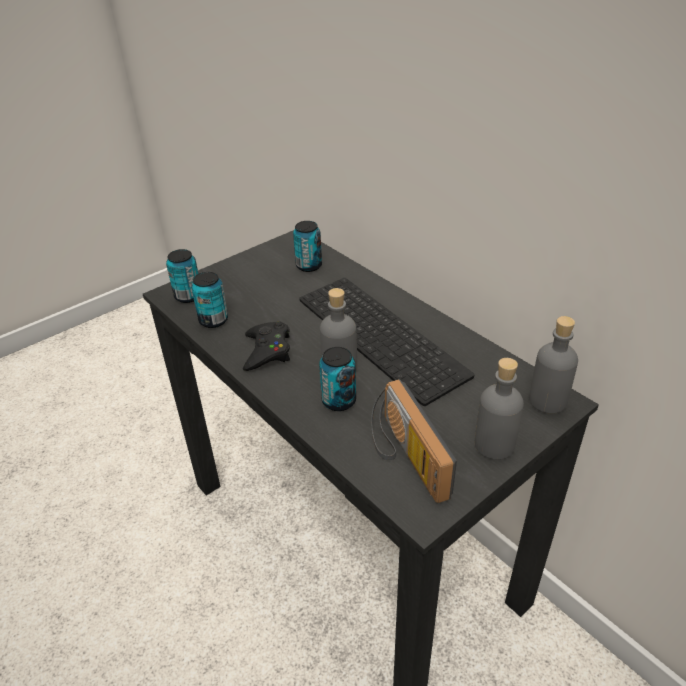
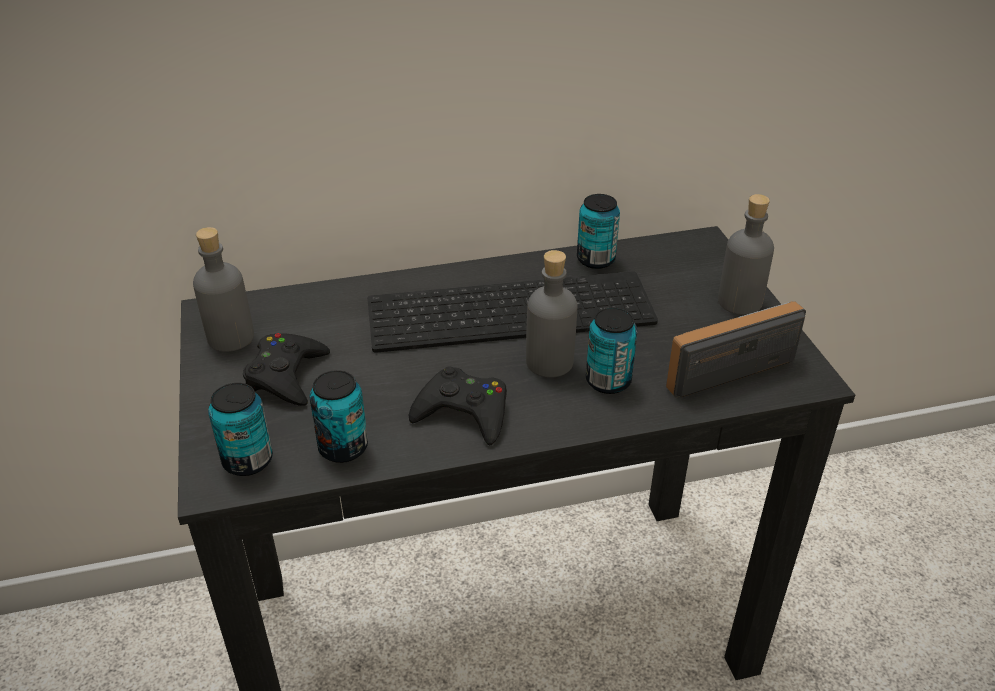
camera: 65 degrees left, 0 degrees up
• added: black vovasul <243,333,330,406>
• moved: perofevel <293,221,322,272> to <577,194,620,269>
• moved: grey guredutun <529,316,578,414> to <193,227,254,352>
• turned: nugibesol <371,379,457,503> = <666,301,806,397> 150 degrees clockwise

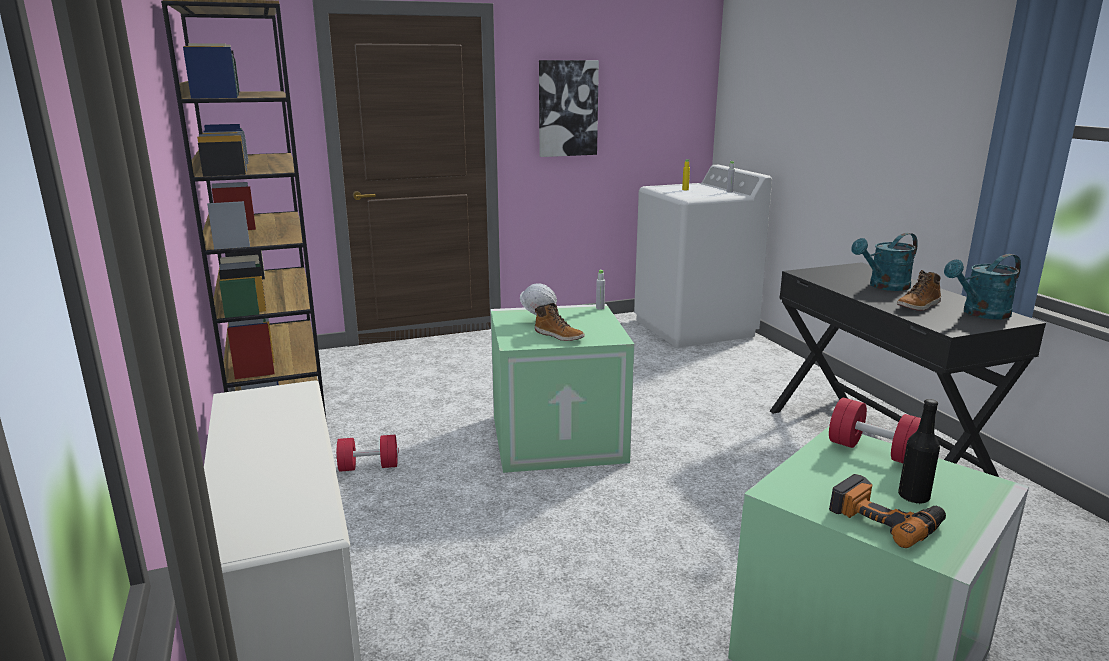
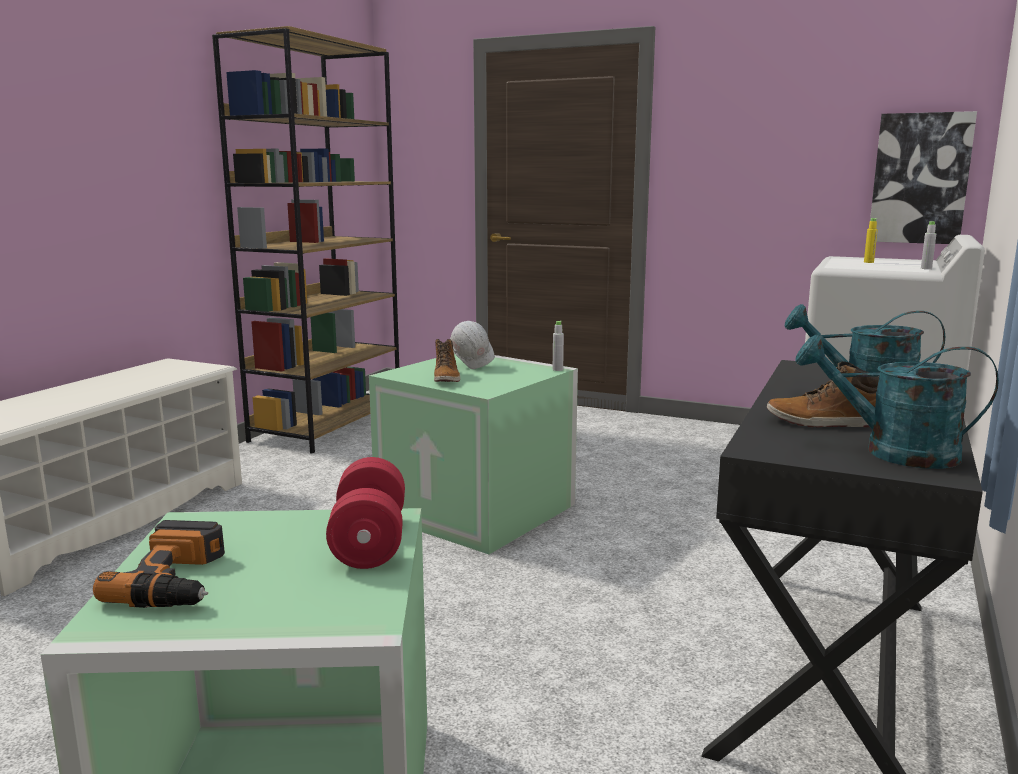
camera: 45 degrees right, 5 degrees down
• removed: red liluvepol <336,435,399,472>
• removed: black guredutun <898,399,940,504>
• moved: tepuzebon <539,60,599,157> to <870,111,977,244>

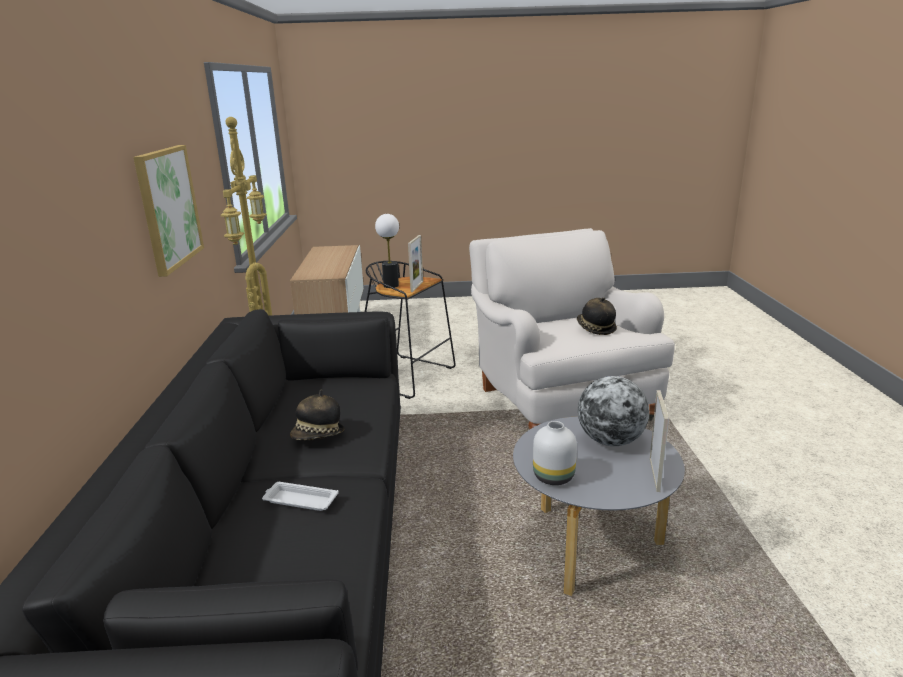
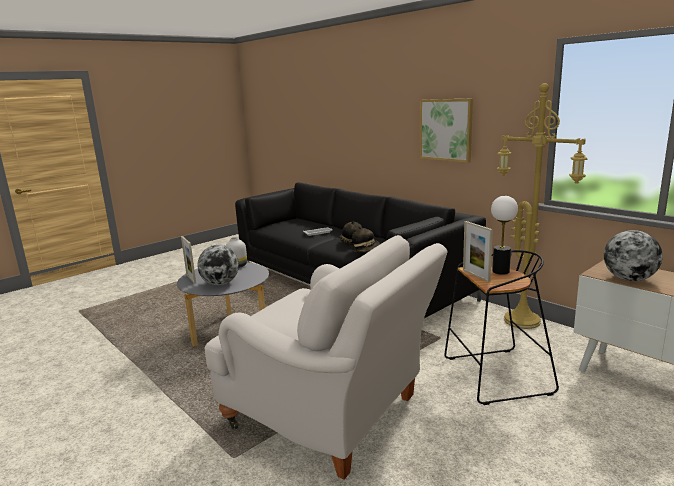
camera: 140 degrees right, 5 degrees down
• added: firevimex <604,230,663,281>
• moved: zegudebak <577,297,617,335> to <352,226,380,252>

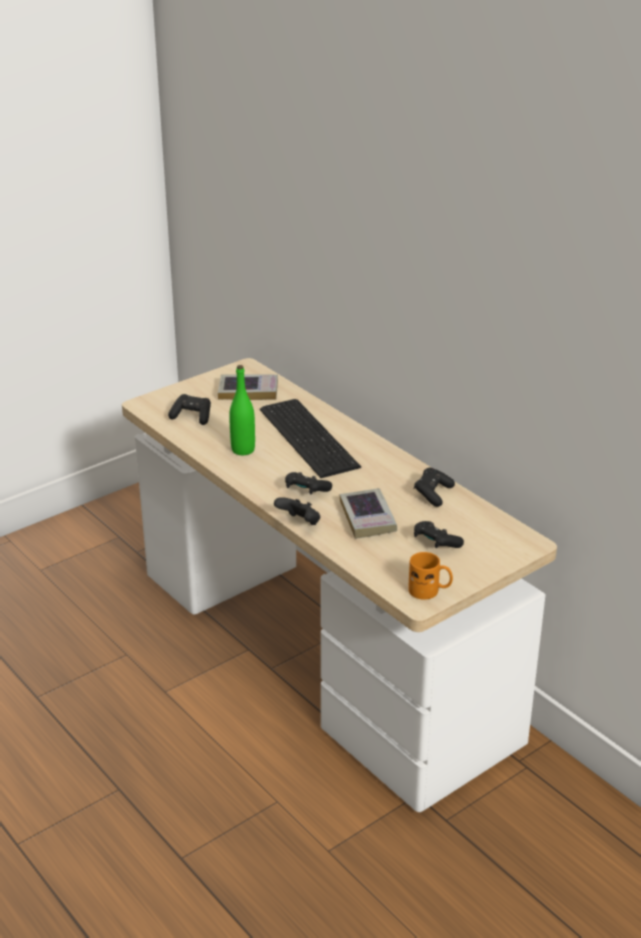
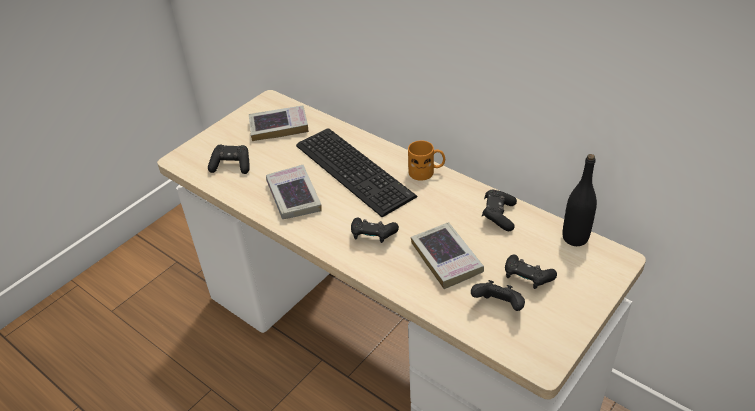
camera: 10 degrees left, 10 degrees up
• added: black guredutun <563,154,597,246>
• moved: black vovasul <274,497,320,525> to <471,280,525,311>
• moved: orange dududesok <408,552,453,600> to <408,140,445,181>
• replaced: green guredutun <229,365,255,455> to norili <266,165,322,219>

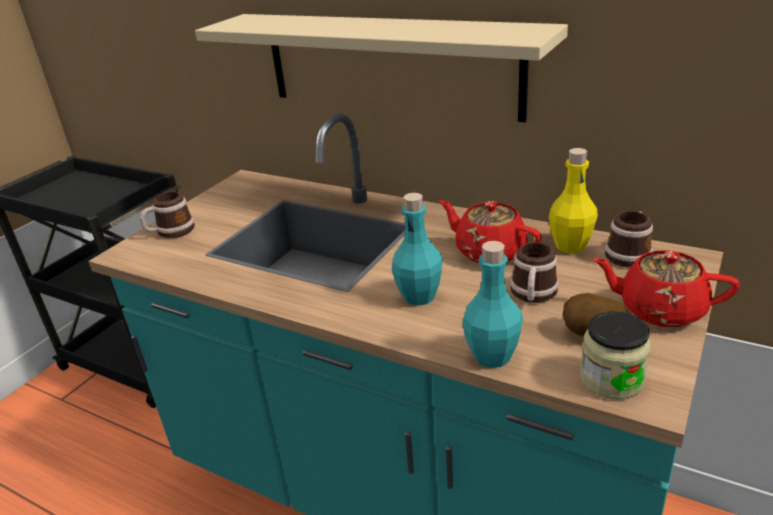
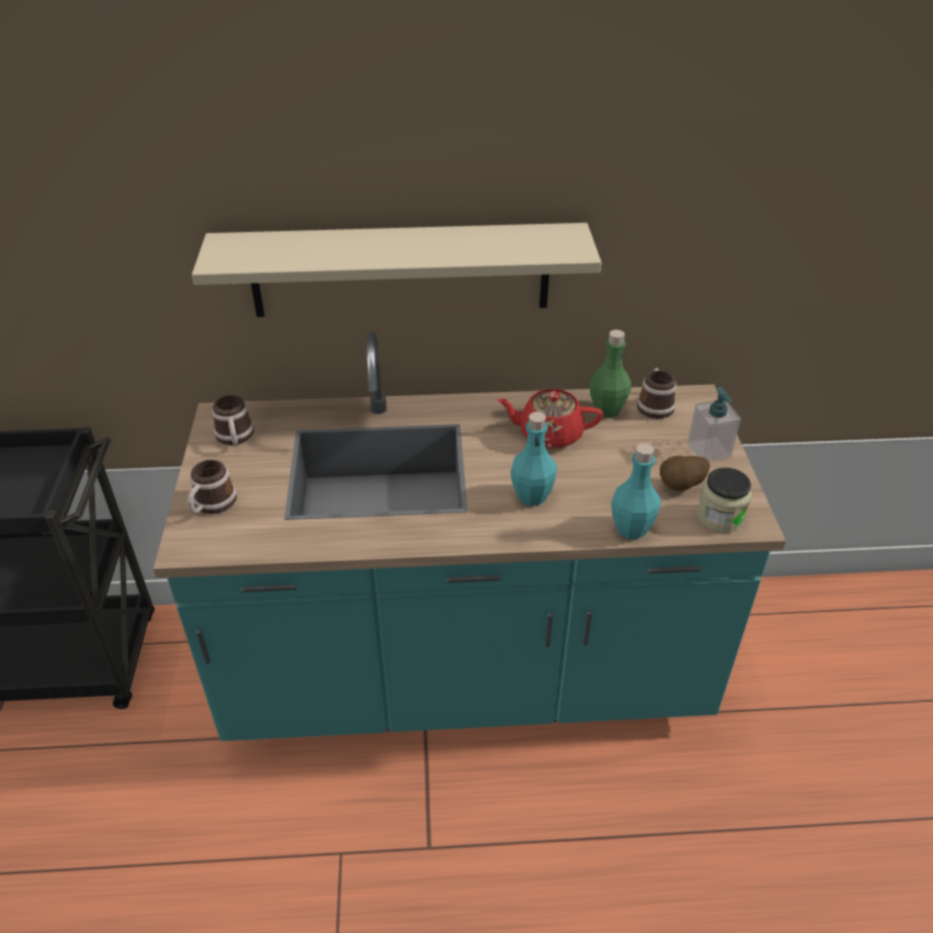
camera: 35 degrees left, 10 degrees up
• moved: dududesok <510,242,559,303> to <212,395,254,445>
• replaced: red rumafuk <592,251,740,327> to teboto <688,387,741,461>
• recoloured: yellow guredutun <549,148,598,253> to green guredutun <589,330,632,418>

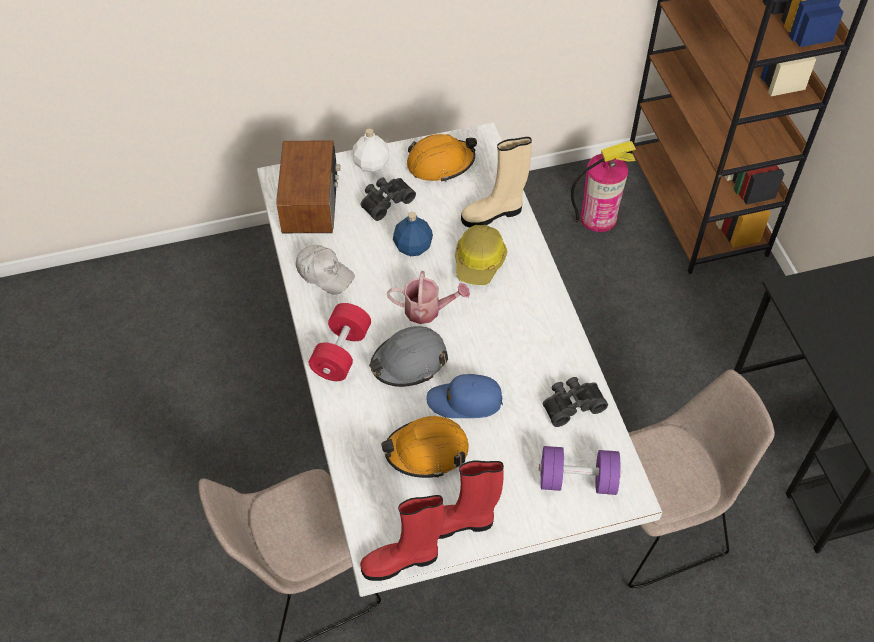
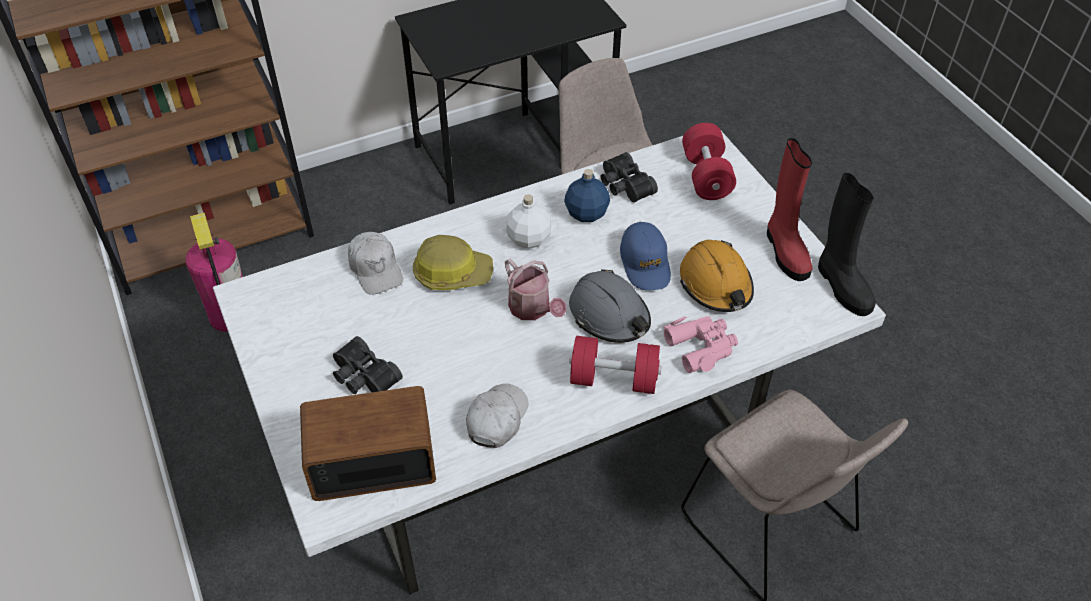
camera: 100 degrees left, 5 degrees down
• removed: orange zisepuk <407,134,477,182>
• added: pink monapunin <663,316,738,373>
• moved: white guredutun <353,129,390,173> to <506,194,551,249>
• moved: blue guredutun <393,212,433,256> to <564,169,610,222>
• replaced: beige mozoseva <461,137,532,227> to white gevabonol <348,232,403,295>
• recoloured: red mozoseva <360,495,444,581> to black mozoseva <818,173,876,316>
• recoloured: purple liluvepol <539,446,621,495> to red liluvepol <682,123,736,200>
• turned: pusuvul <387,271,470,324> = <505,259,566,320> 150 degrees clockwise

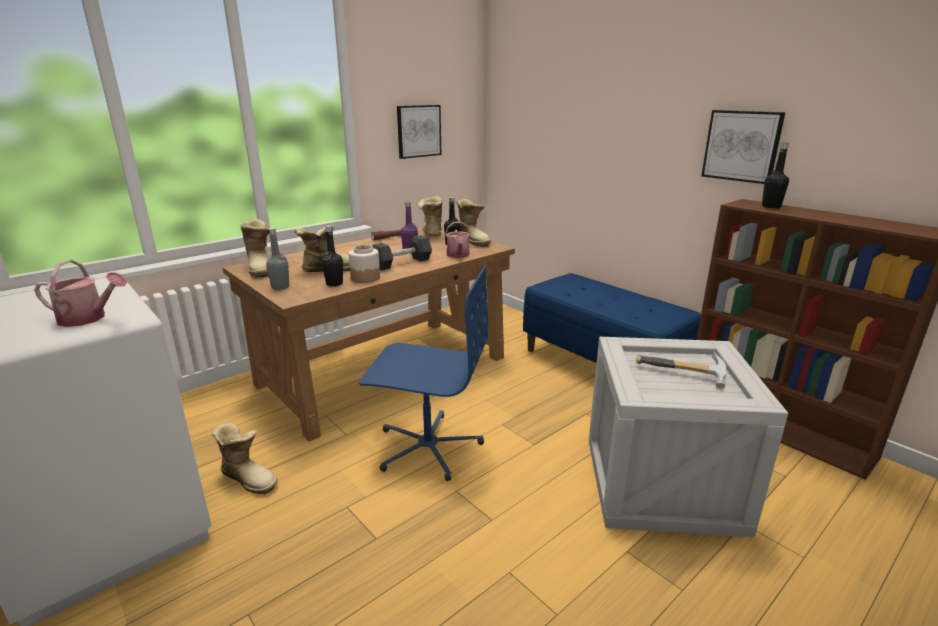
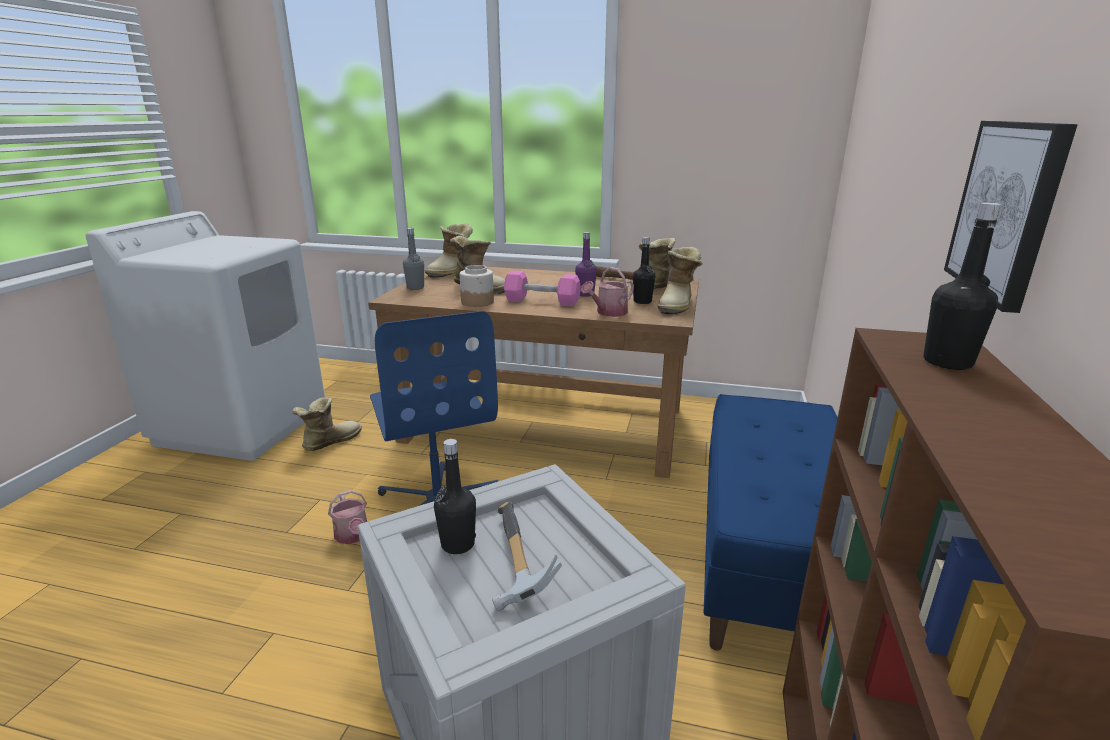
camera: 55 degrees right, 0 degrees up
• removed: tepuzebon <397,105,441,159>
• moved: pusuvul <34,259,127,327> to <328,490,367,544>
• moved: black guredutun <322,225,343,286> to <434,439,476,554>
• recoloured: black liluvepol <372,235,432,270> to pink liluvepol <504,270,581,306>
• turned: mozoseva <212,423,278,494> = <292,397,362,451> 135 degrees counterclockwise

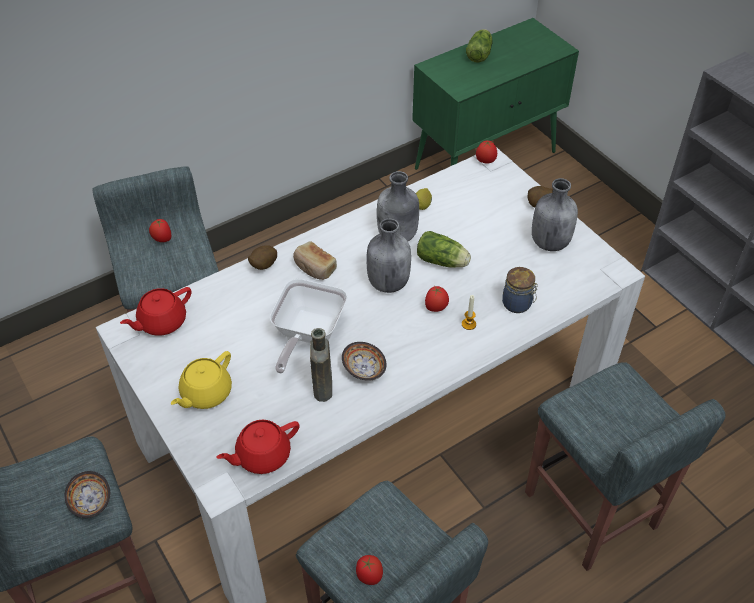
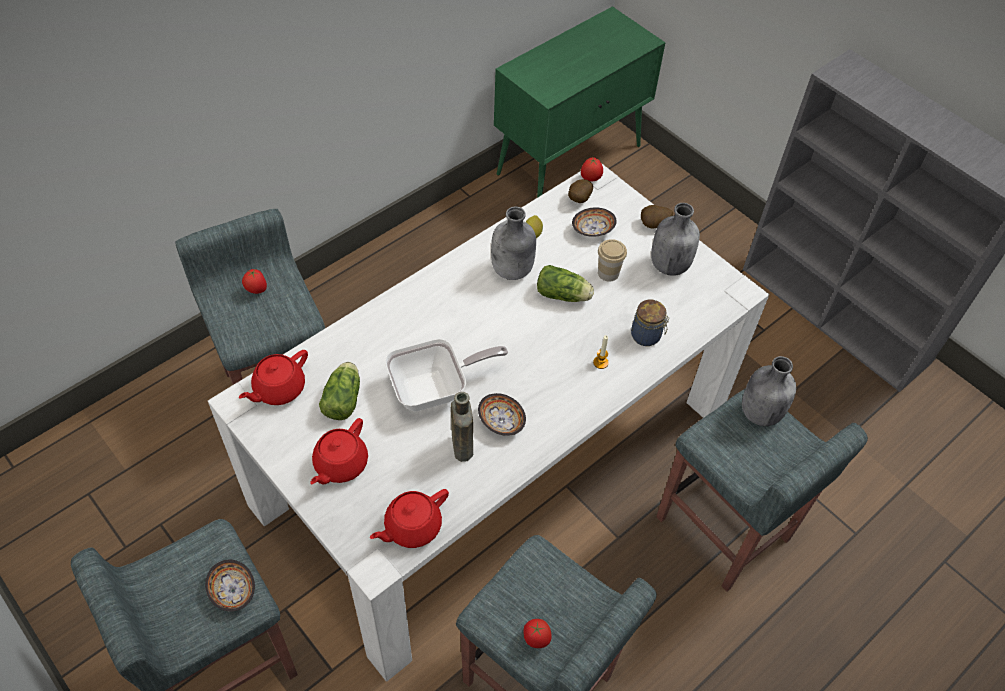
camera: 10 degrees left, 5 degrees up
• removed: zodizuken <293,241,337,280>
• removed: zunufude <425,286,449,312>
• added: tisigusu <572,208,617,237>
• added: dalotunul <598,239,627,282>
• moved: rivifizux <248,245,277,270> to <568,179,593,203>
• moved: grey guredutun <366,218,411,293> to <742,356,796,426>
• moved: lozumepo <466,29,493,63> to <319,362,360,420>
• recoloured: yellow rumafuk <171,351,232,409> to red rumafuk <310,418,368,485>
• turned: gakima <270,279,348,373> = <385,339,508,411> 120 degrees counterclockwise

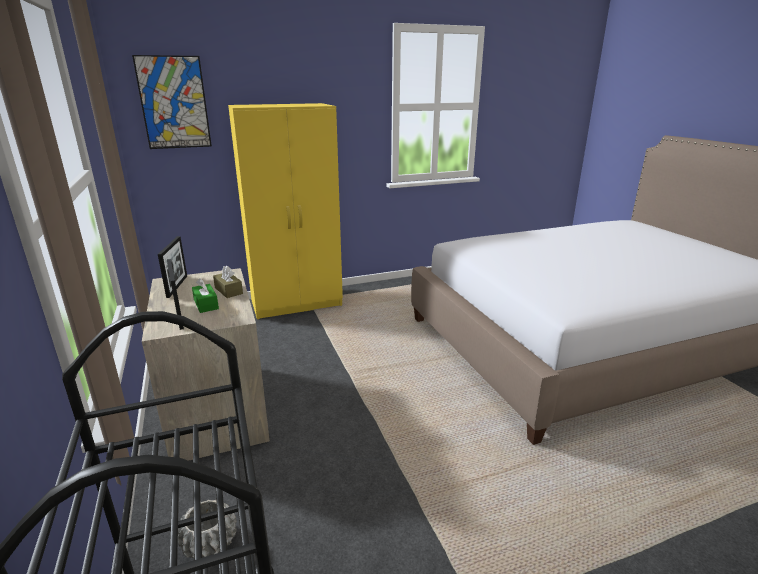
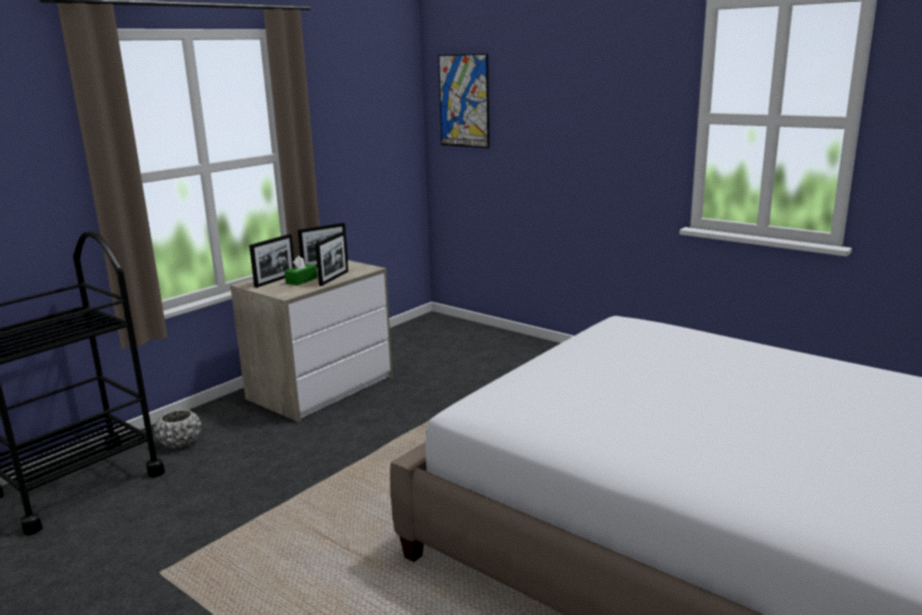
camera: 60 degrees right, 5 degrees down
• removed: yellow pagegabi <228,103,343,319>
• replaced: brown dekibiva <213,265,243,298> to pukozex <315,231,348,286>

